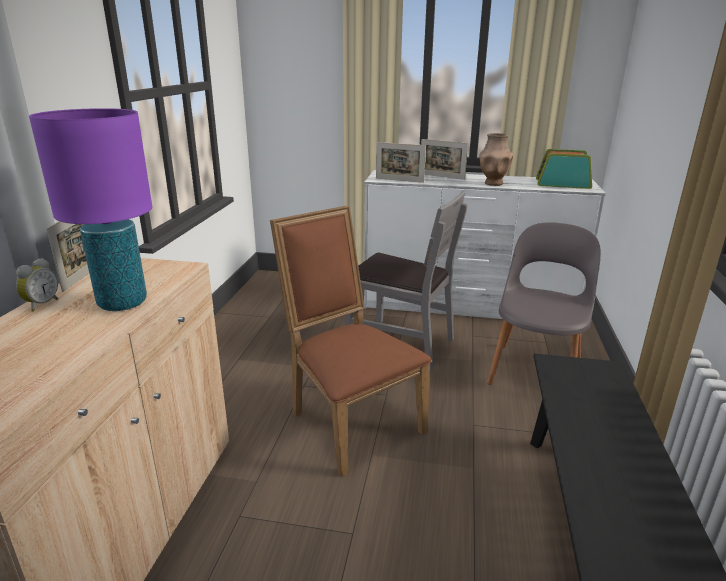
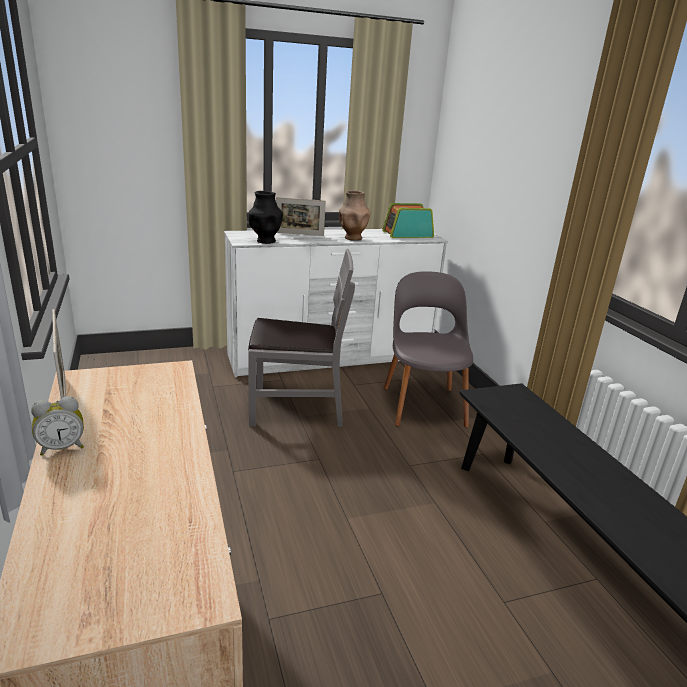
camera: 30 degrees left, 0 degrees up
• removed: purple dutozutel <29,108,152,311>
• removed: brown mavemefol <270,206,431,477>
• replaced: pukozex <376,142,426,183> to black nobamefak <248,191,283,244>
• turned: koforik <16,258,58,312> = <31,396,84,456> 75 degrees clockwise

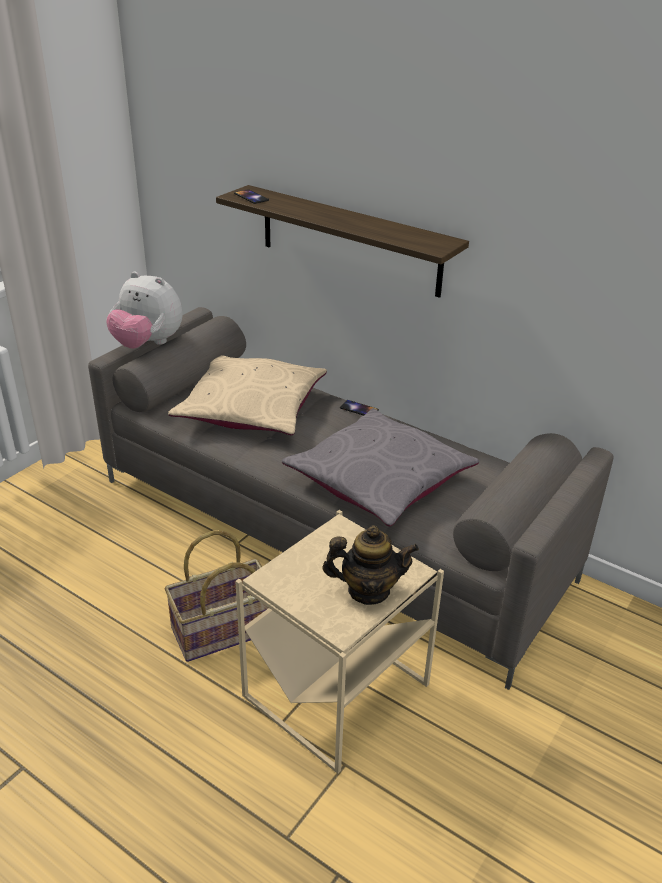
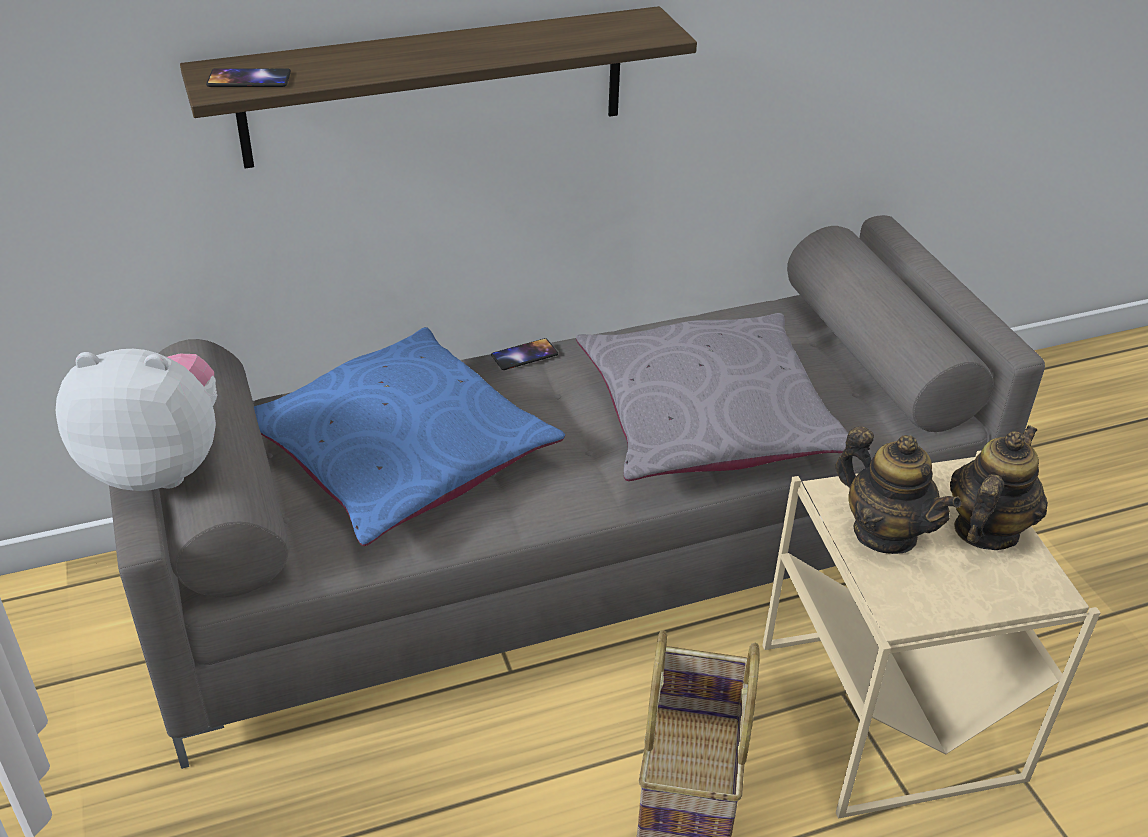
camera: 55 degrees left, 5 degrees up
• added: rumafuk <836,426,961,554>
• recoloured: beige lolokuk <168,355,327,435> to blue lolokuk <254,327,565,546>
• turned: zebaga <106,272,182,349> = <56,349,217,491> 150 degrees counterclockwise

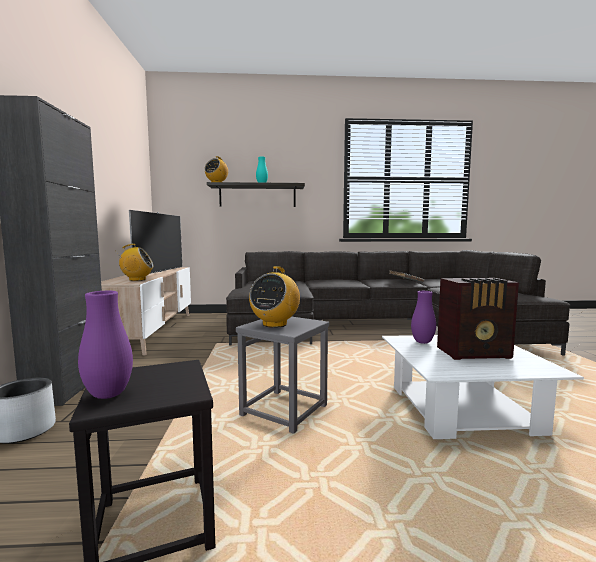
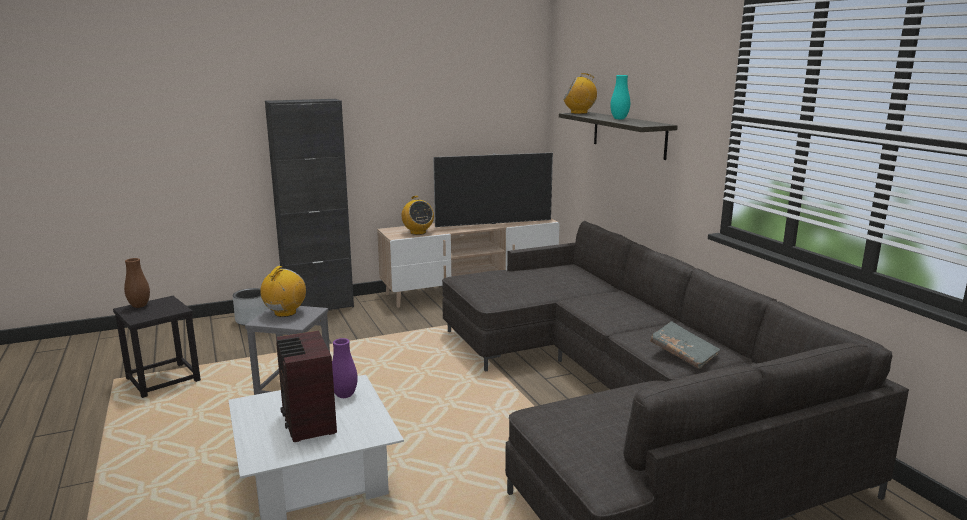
camera: 70 degrees right, 10 degrees up
• recoloured: purple nobamefak <78,291,133,399> to brown nobamefak <124,258,150,308>
• turned: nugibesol <249,266,300,328> = <260,266,306,317> 105 degrees clockwise

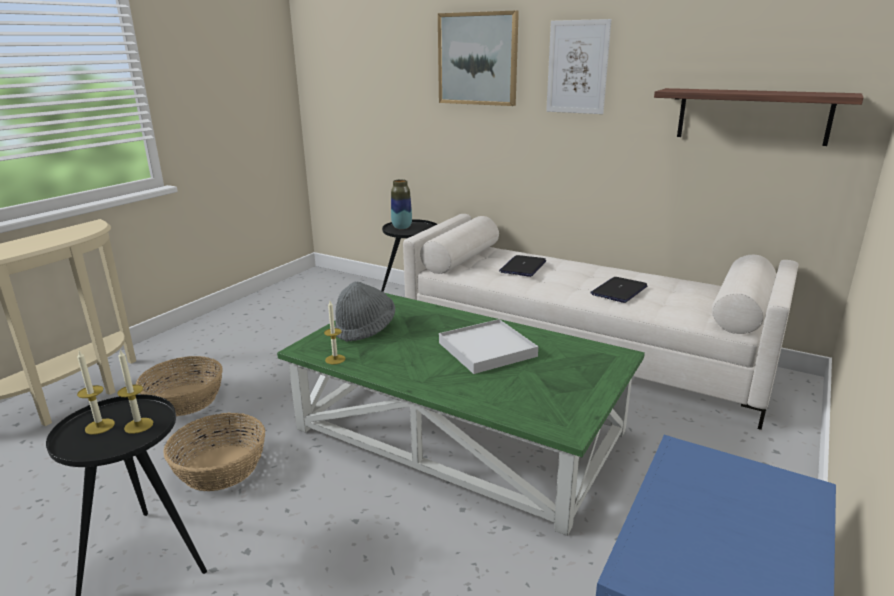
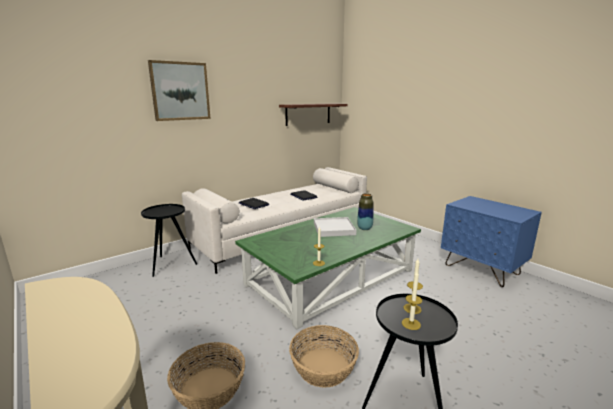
camera: 70 degrees left, 5 degrees down
• removed: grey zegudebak <335,281,395,342>
• removed: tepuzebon <546,19,612,114>
• moved: nobamefak <391,179,412,229> to <357,193,374,230>

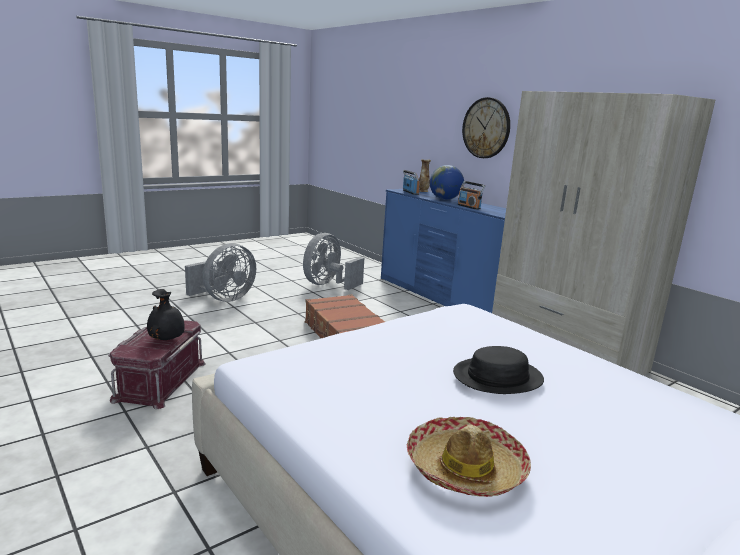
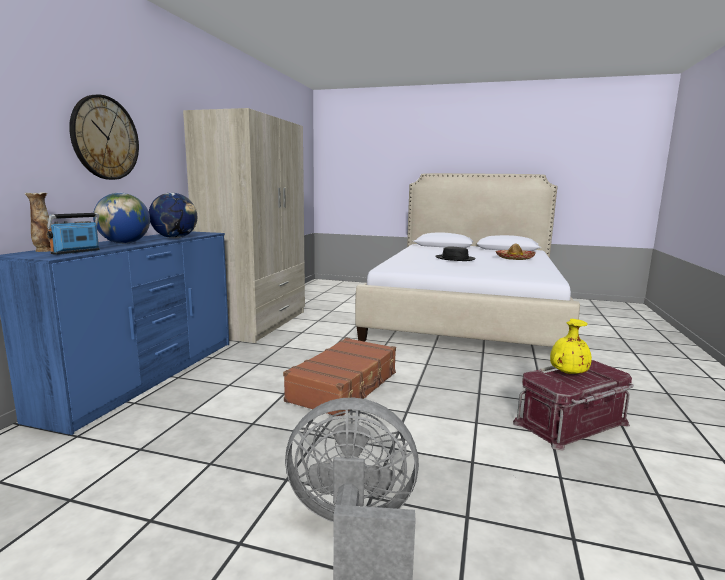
camera: 125 degrees left, 5 degrees down
• removed: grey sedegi <303,233,364,290>
• replaced: nugibesol <457,181,486,210> to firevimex <149,193,197,238>
• recoloured: black nobamefak <147,289,185,340> to yellow nobamefak <550,319,592,374>

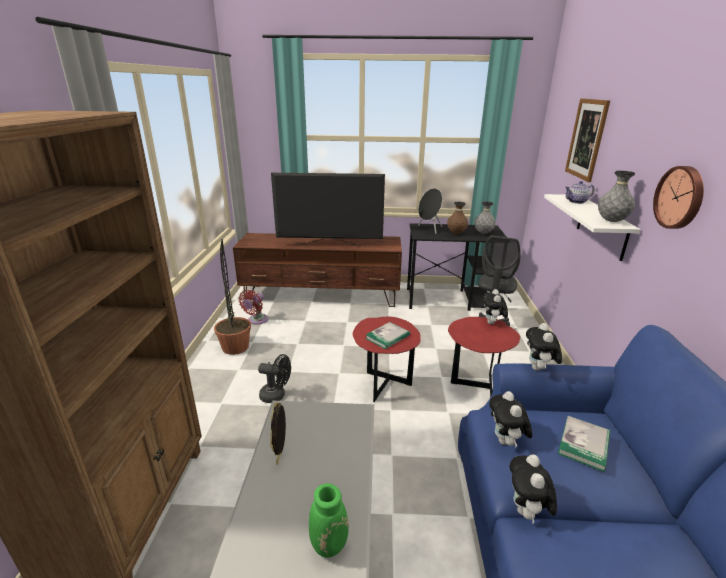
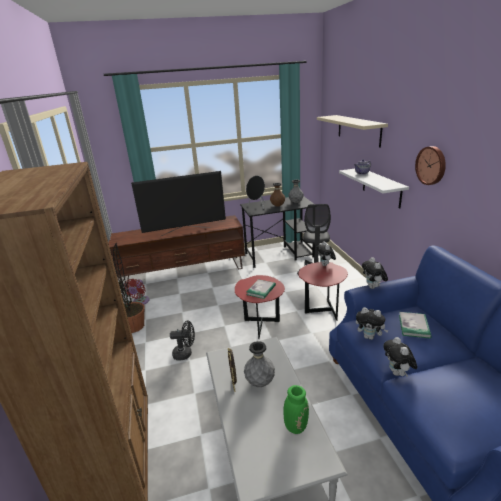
camera: 15 degrees left, 0 degrees up
• moved: grey nobamefak <598,171,635,222> to <244,341,275,387>
• replaced: tepuzebon <565,98,610,182> to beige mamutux <317,115,388,148>
• turned: zebaga <489,391,533,448> = <356,307,389,340> 45 degrees counterclockwise

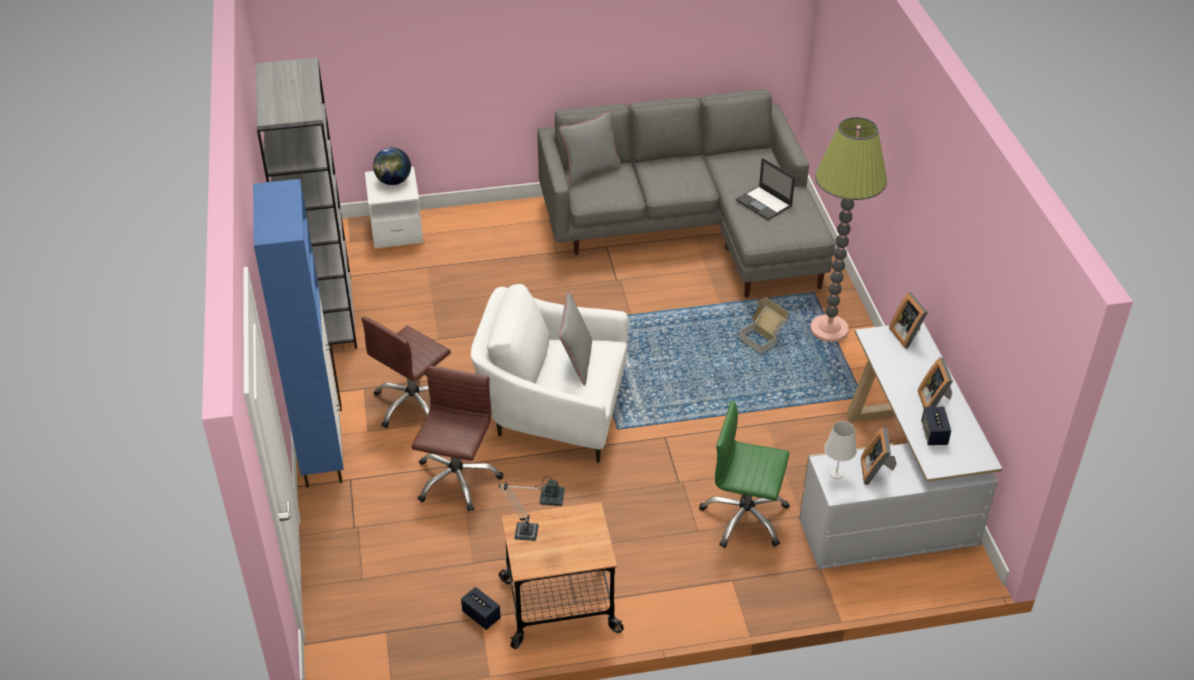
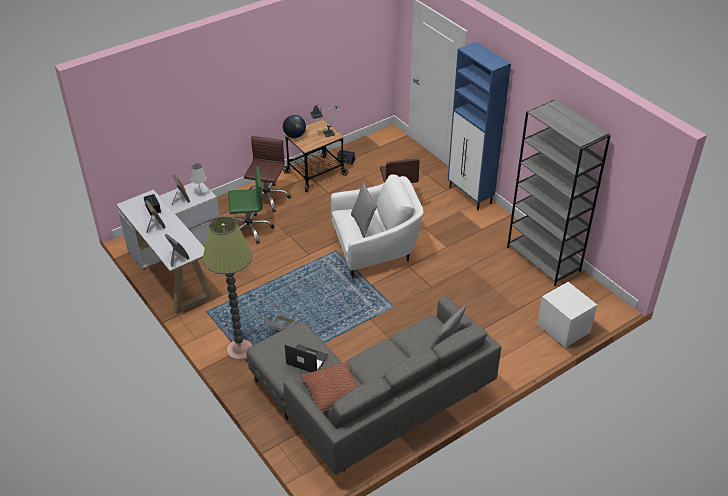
camera: 155 degrees right, 0 degrees up
• added: lolokuk <300,361,358,412>
• moved: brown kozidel <361,317,451,428> to <244,136,291,213>
• moved: firevimex <373,147,411,185> to <283,115,306,138>

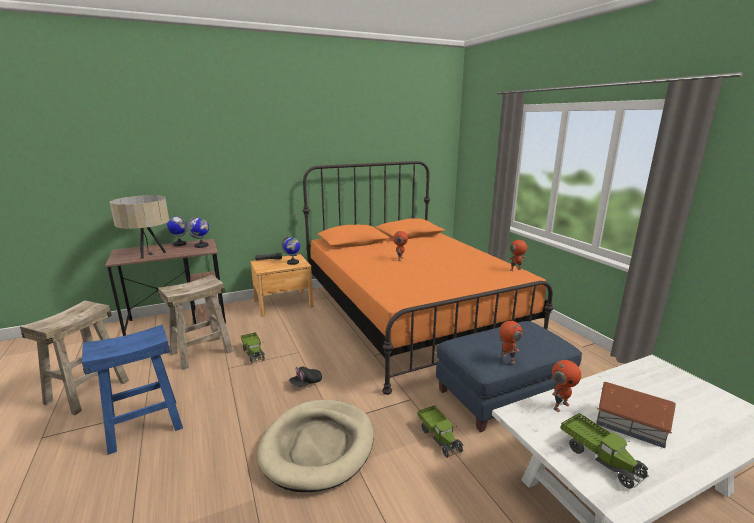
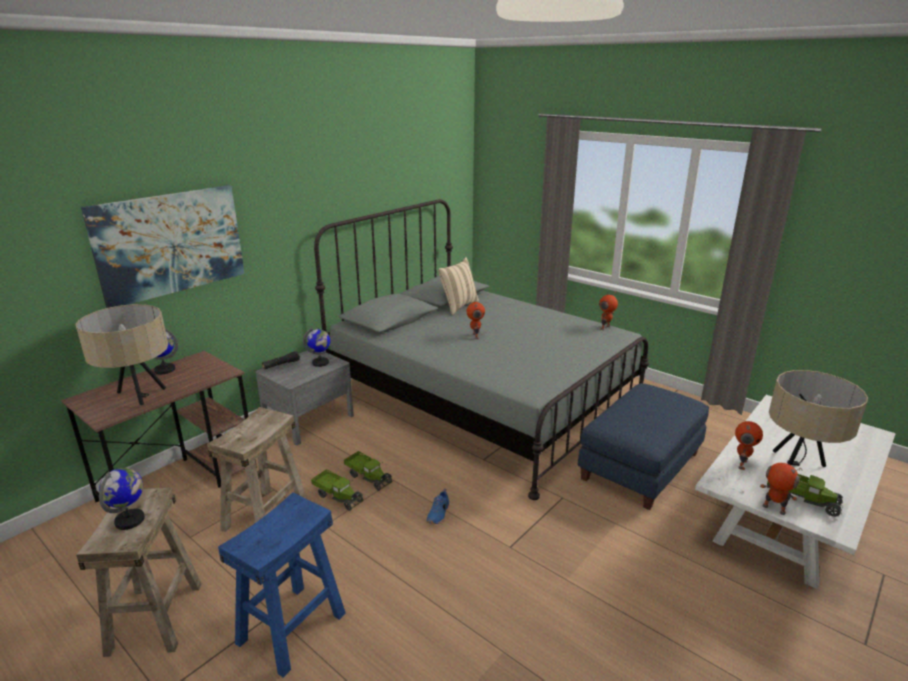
camera: 25 degrees left, 5 degrees up
• removed: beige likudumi <257,400,374,492>
• added: tepuzebon <81,185,245,308>
• added: beige lolokuk <438,257,479,315>
• moved: firevimex <187,217,209,248> to <99,468,145,530>
• moved: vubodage <417,405,463,458> to <344,451,393,491>
• moved: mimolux <499,321,523,364> to <760,463,803,515>
• replaced: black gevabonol <289,367,322,387> to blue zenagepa <427,488,449,524>
• replaced: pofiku <596,382,676,448> to beige dutozutel <769,370,868,467>
• recoloured: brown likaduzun <250,254,313,316> to grey likaduzun <256,349,354,445>
• recoloured: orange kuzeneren <303,161,554,395> to grey kuzeneren <314,199,649,500>

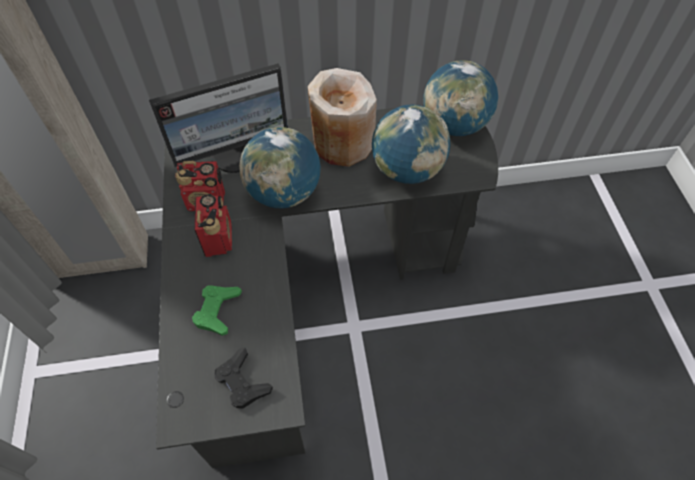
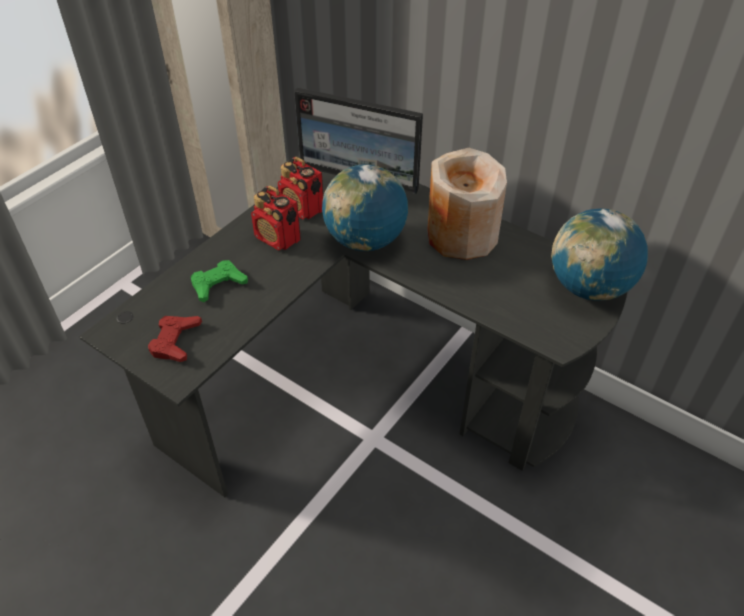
camera: 45 degrees right, 10 degrees down
• removed: firevimex <372,104,450,184>
• recoloured: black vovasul <214,347,273,409> to red vovasul <148,316,202,362>
• turned: nugibesol <194,194,232,257> = <251,186,301,251> 90 degrees clockwise

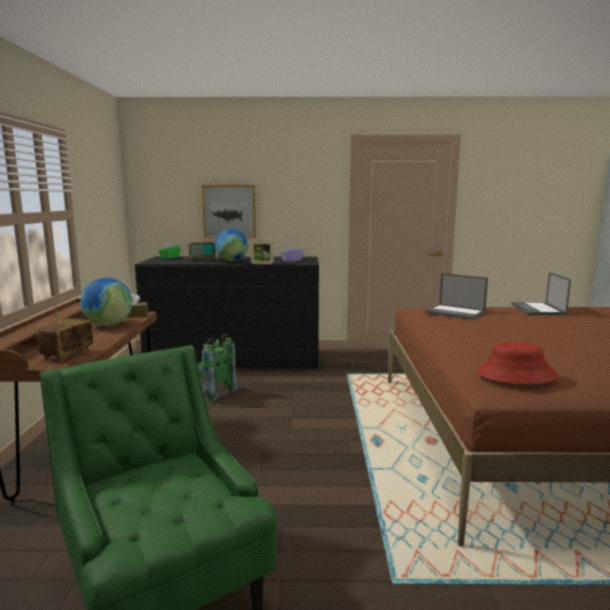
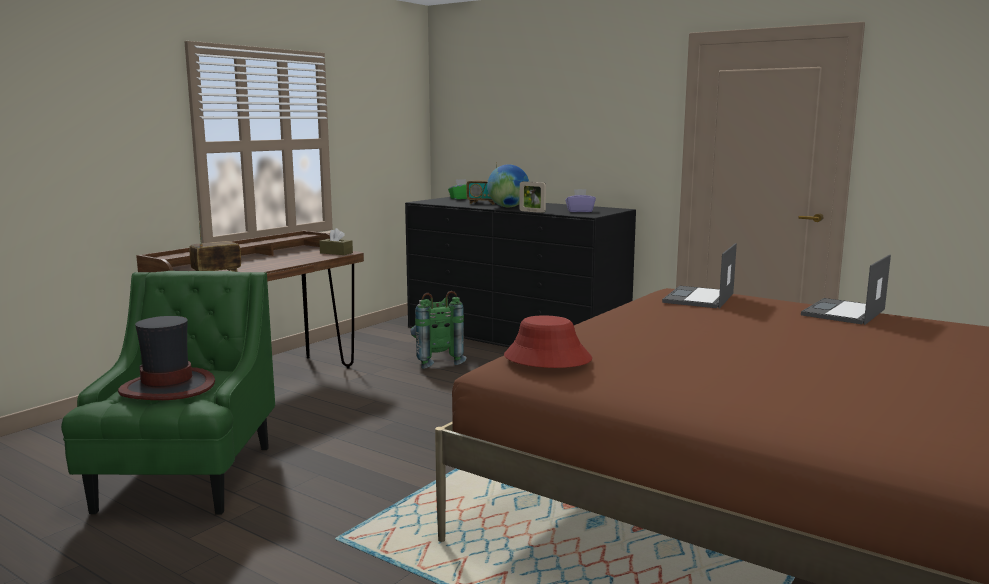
camera: 35 degrees right, 0 degrees up
• removed: firevimex <80,278,132,326>
• removed: tepuzebon <202,185,256,238>
• added: zegudebak <118,316,215,400>
• turned: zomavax <425,273,488,320> = <662,243,737,309> 45 degrees clockwise

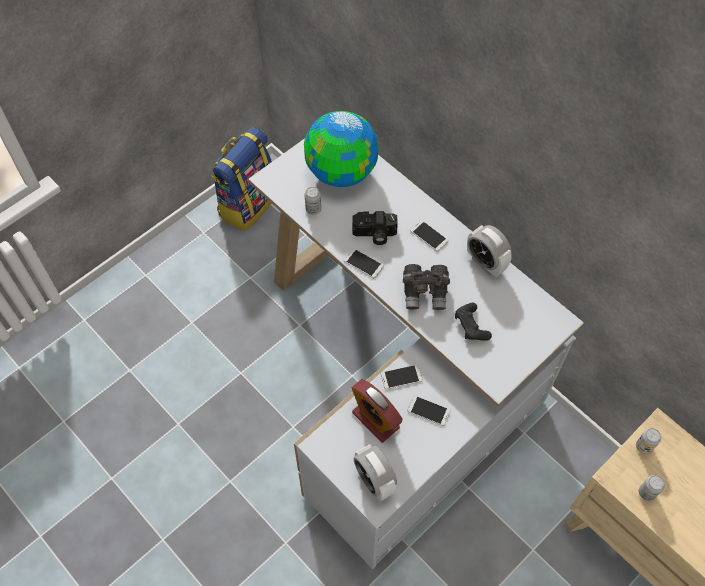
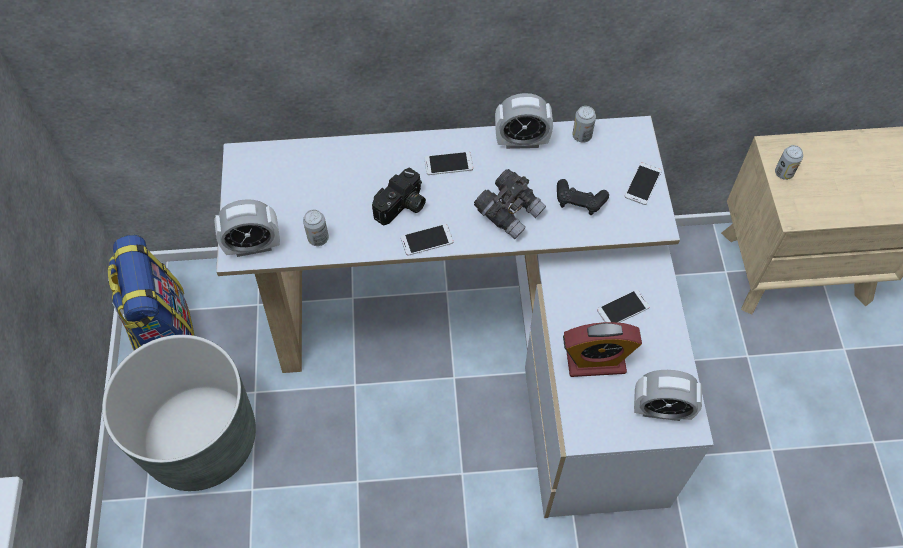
camera: 50 degrees left, 0 degrees up
• removed: firevimex <304,111,379,187>
• added: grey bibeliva <102,335,256,491>
• added: koforik <214,199,280,257>
• moved: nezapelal <381,364,423,389> to <625,162,662,205>
• moved: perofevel <639,475,665,501> to <572,106,596,143>

